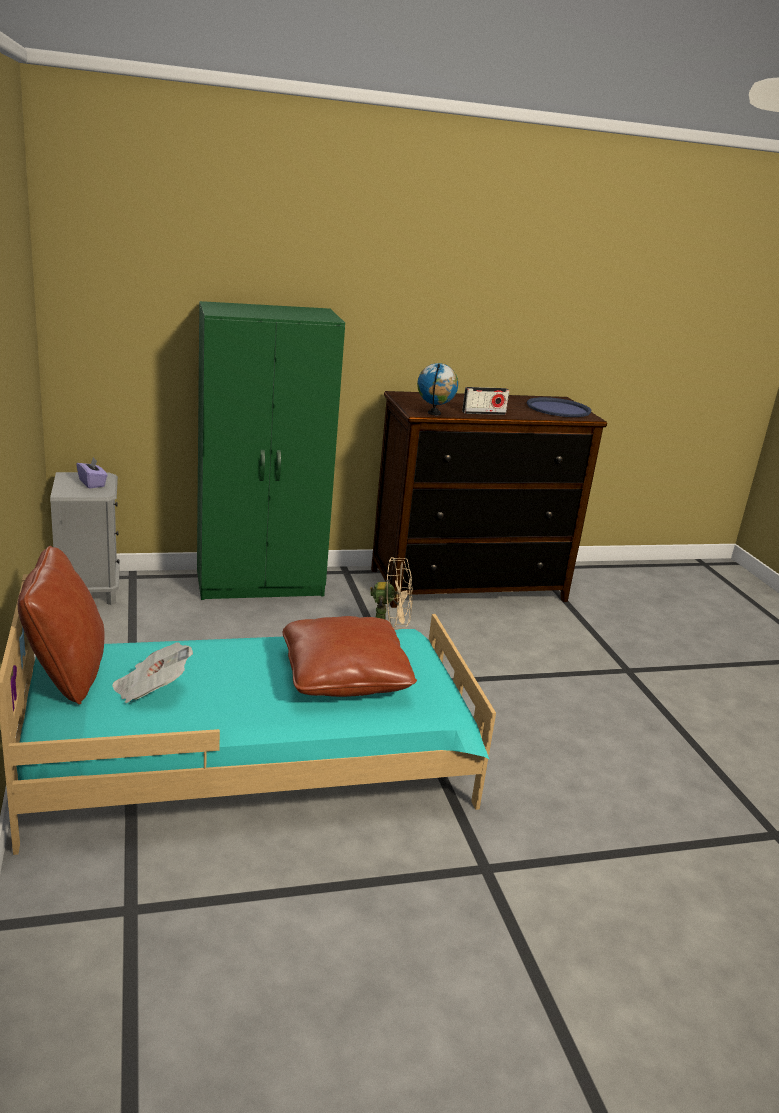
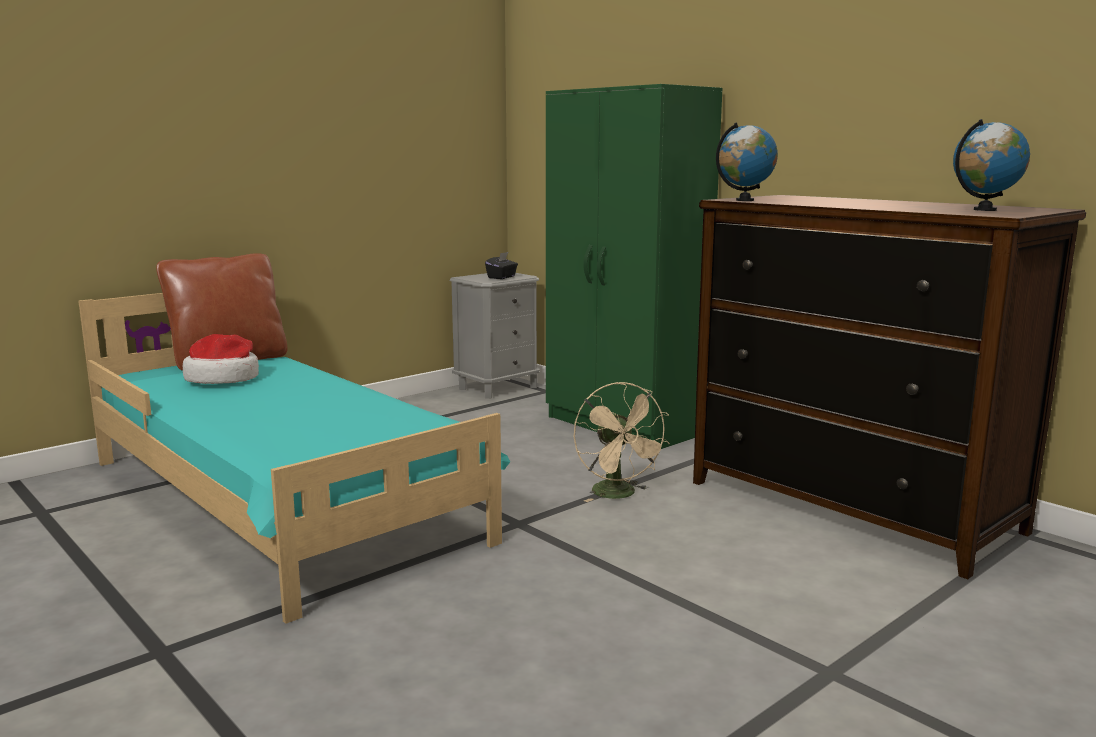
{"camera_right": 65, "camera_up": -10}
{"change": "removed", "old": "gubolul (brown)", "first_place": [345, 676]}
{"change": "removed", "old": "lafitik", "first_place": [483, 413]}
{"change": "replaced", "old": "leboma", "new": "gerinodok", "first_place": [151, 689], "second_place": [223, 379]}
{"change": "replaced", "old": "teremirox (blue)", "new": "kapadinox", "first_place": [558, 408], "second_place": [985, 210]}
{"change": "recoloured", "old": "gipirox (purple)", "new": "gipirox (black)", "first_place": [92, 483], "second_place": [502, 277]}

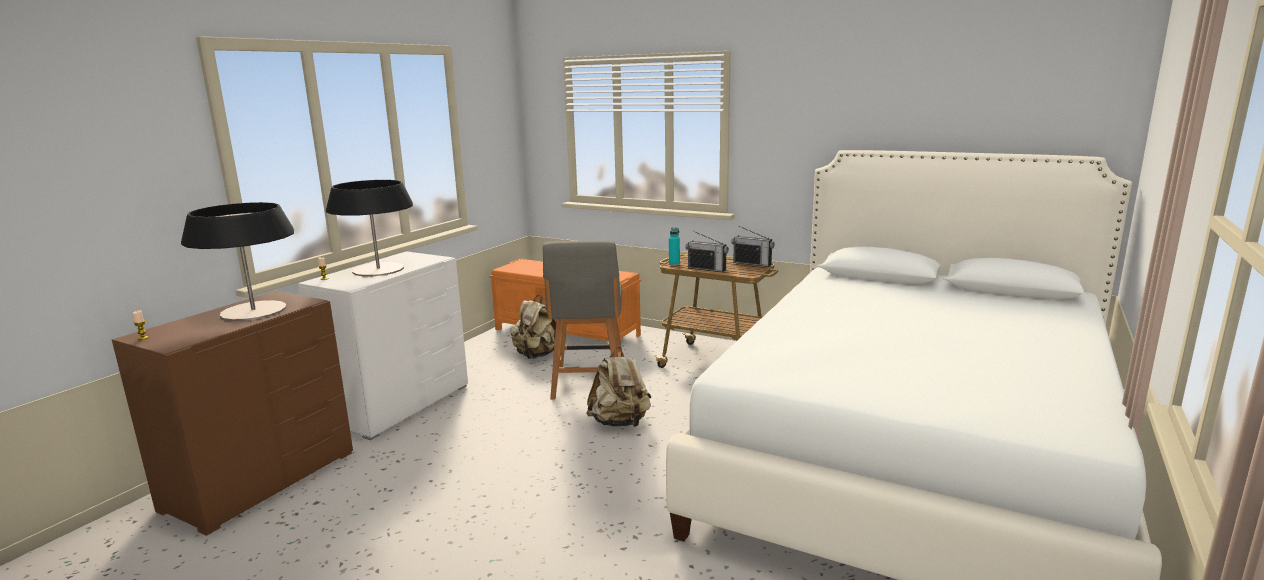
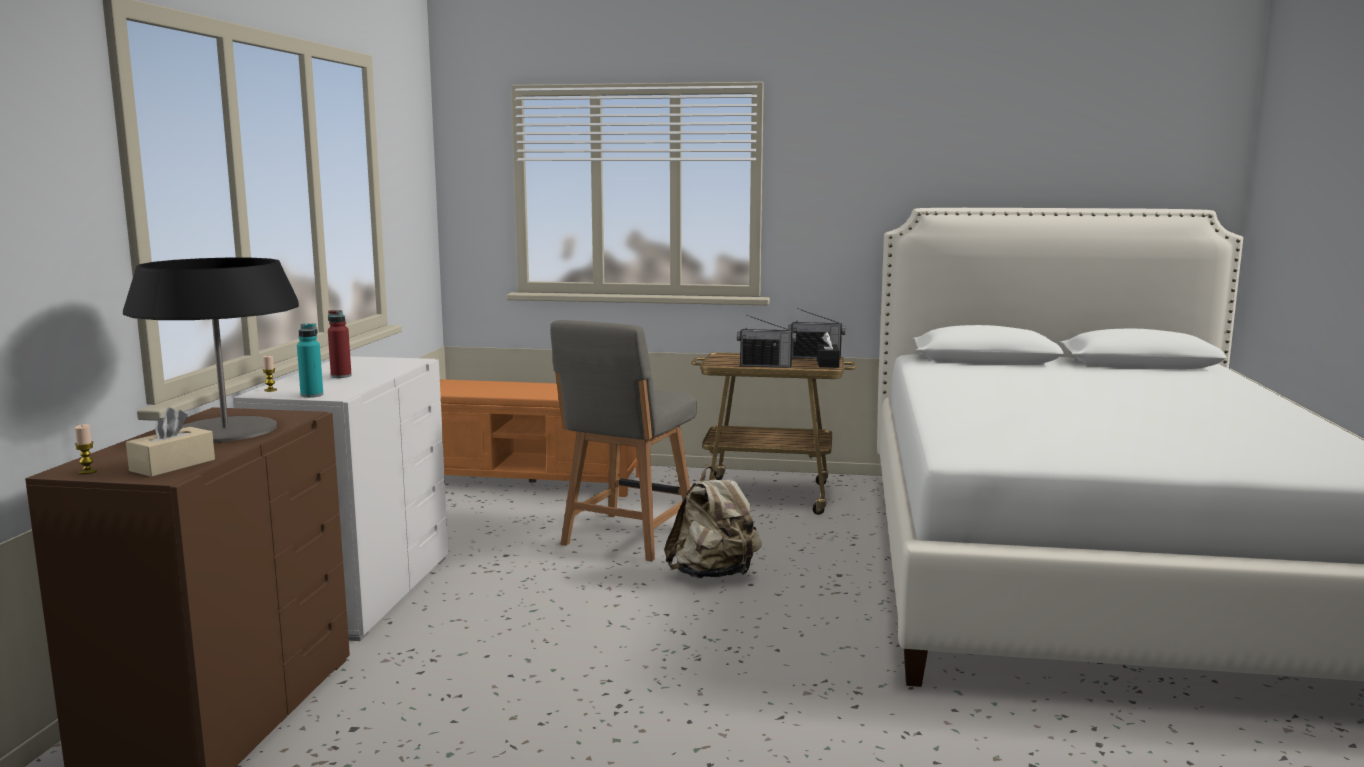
{"camera_right": -20, "camera_up": -5}
{"change": "removed", "old": "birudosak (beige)", "first_place": [536, 355]}
{"change": "added", "new": "gipirox (beige)", "second_place": [172, 465]}
{"change": "added", "new": "gipirox (black)", "second_place": [827, 363]}
{"change": "moved", "old": "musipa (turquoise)", "first_place": [674, 264], "second_place": [312, 395]}
{"change": "replaced", "old": "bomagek", "new": "musipa (red)", "first_place": [378, 269], "second_place": [341, 376]}
{"change": "turned", "old": "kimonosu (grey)", "first_place": [589, 385], "second_place": [627, 538], "degrees": 45}

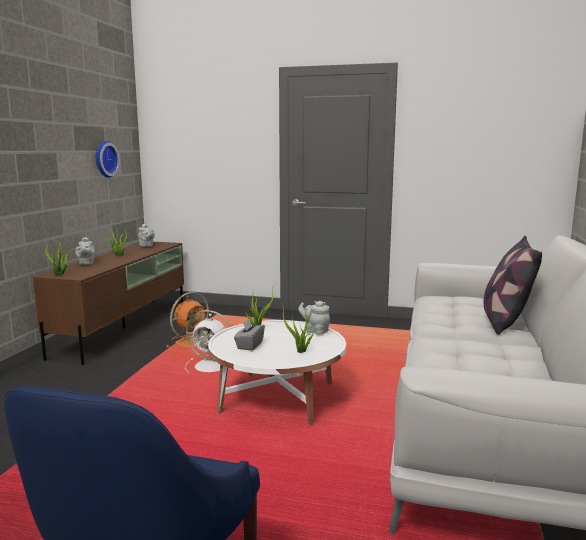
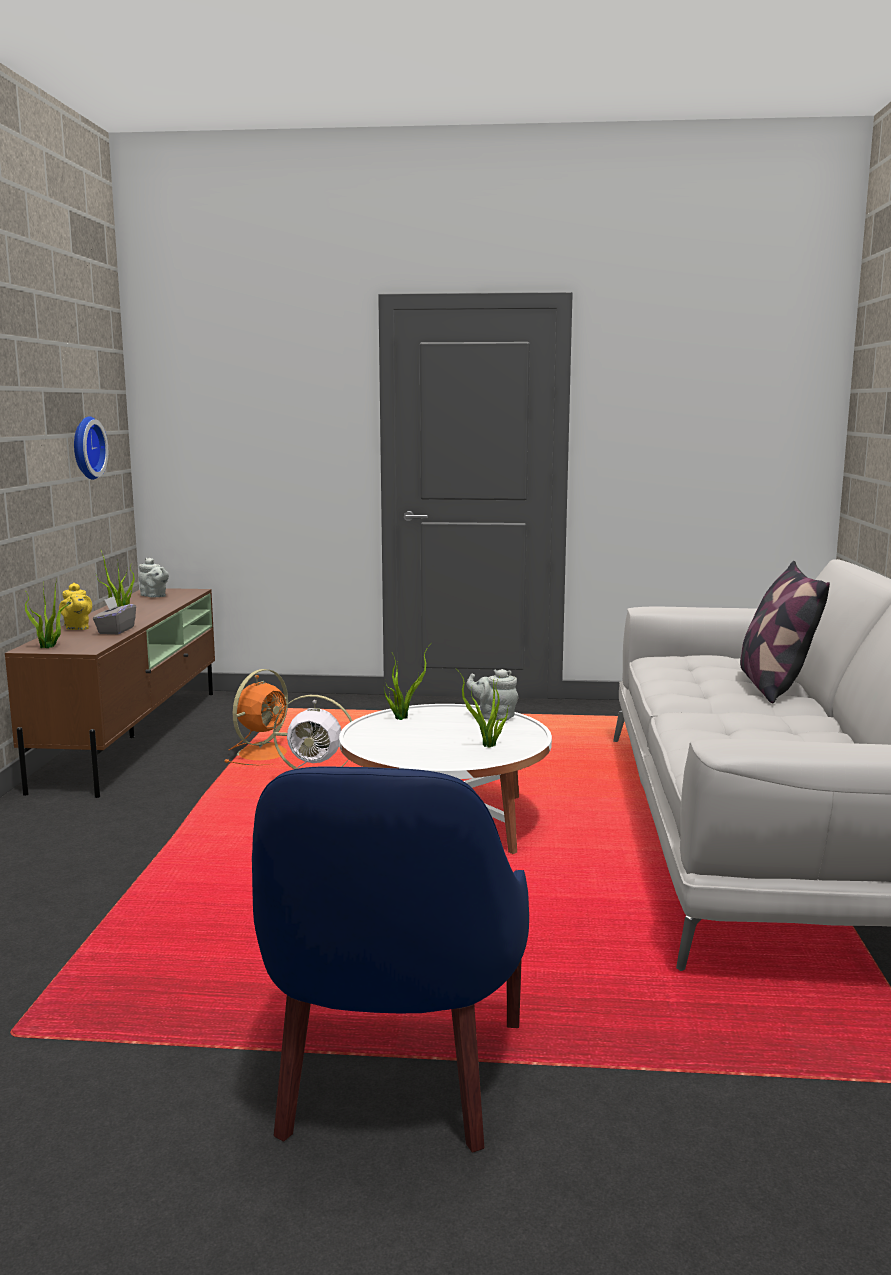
{"camera_right": -10, "camera_up": 0}
{"change": "moved", "old": "gipirox (grey)", "first_place": [249, 345], "second_place": [115, 631]}
{"change": "recoloured", "old": "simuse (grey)", "new": "simuse (yellow)", "first_place": [86, 263], "second_place": [77, 628]}

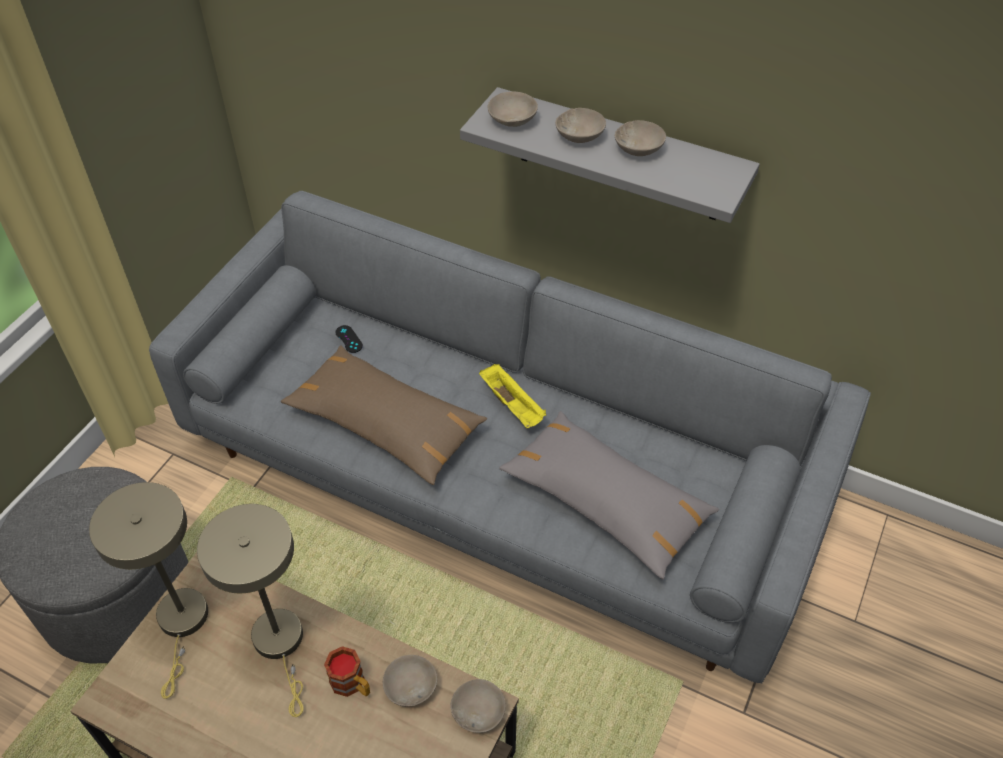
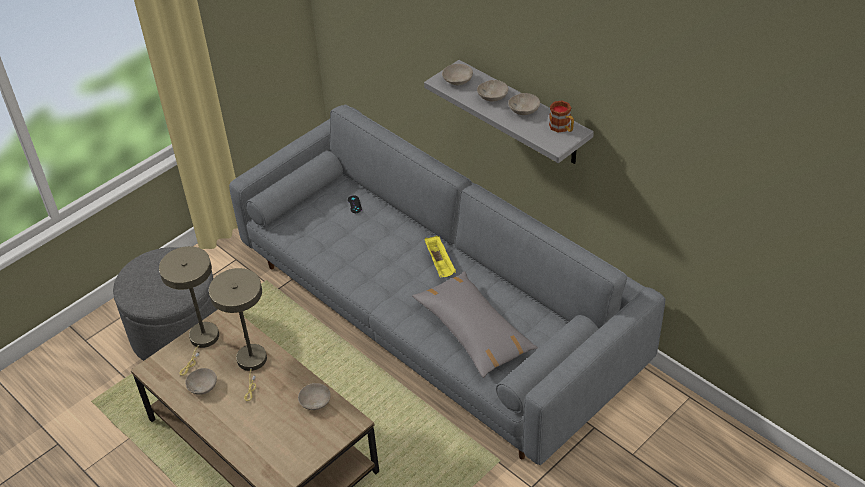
{"camera_right": 20, "camera_up": -5}
{"change": "removed", "old": "gubolul (brown)", "first_place": [385, 424]}
{"change": "moved", "old": "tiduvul", "first_place": [352, 684], "second_place": [562, 128]}
{"change": "moved", "old": "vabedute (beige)", "first_place": [480, 711], "second_place": [204, 386]}

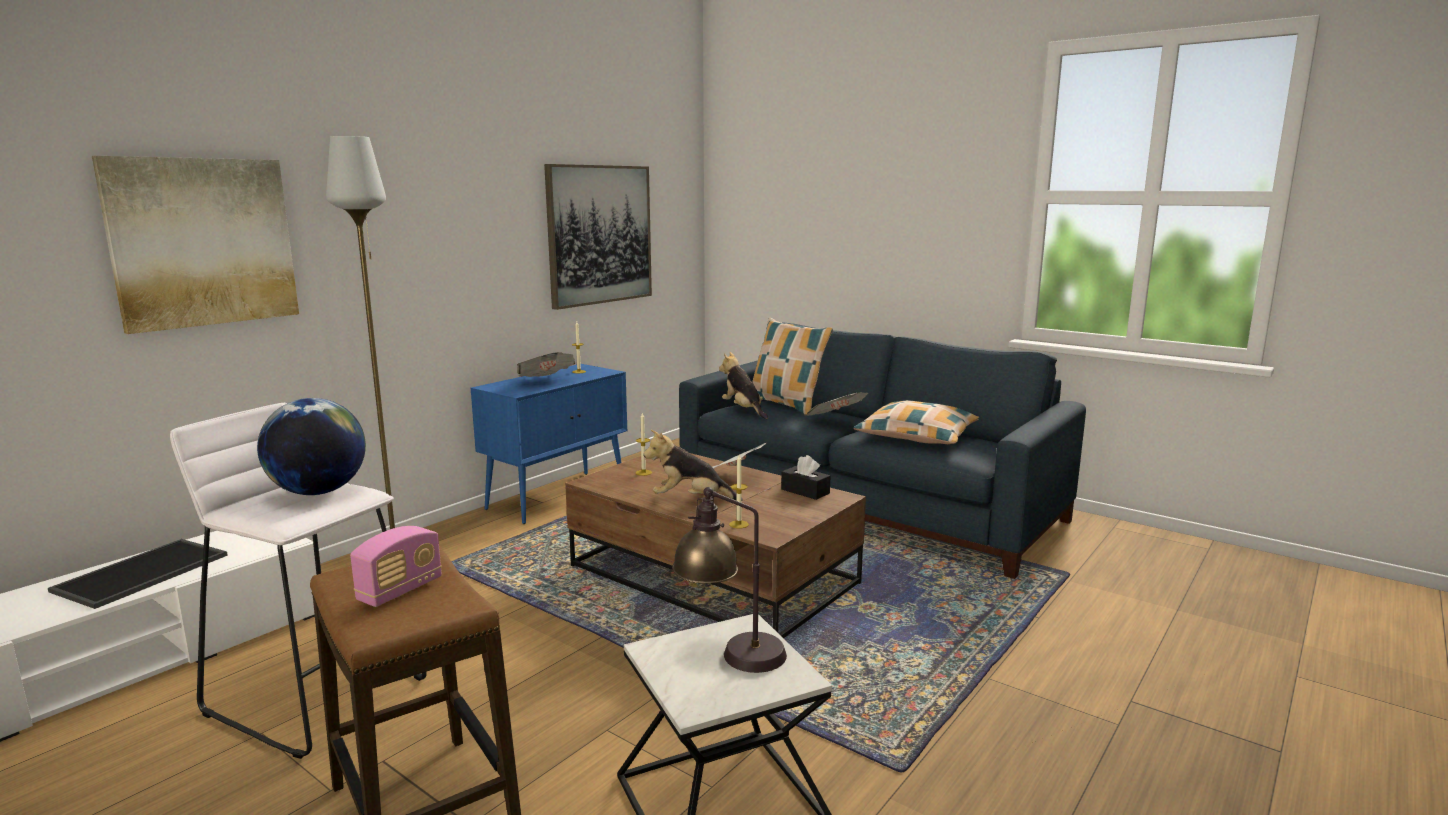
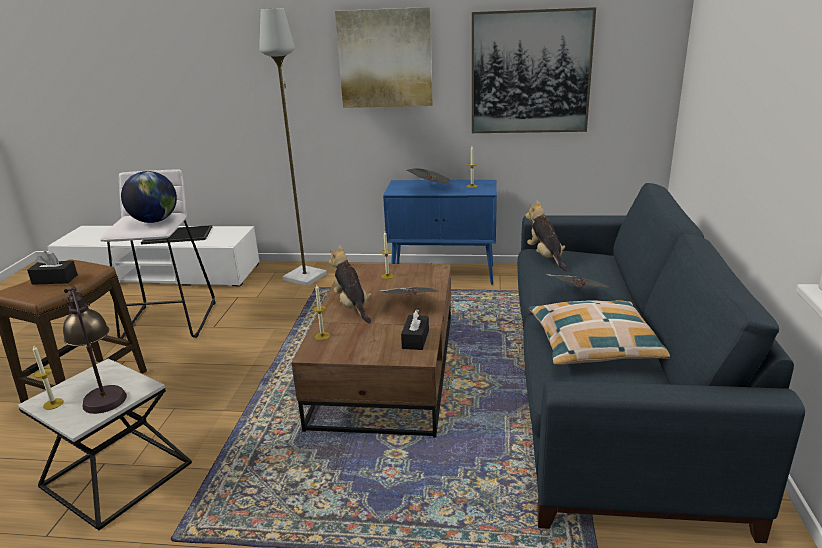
{"camera_right": 60, "camera_up": 10}
{"change": "removed", "old": "gubolul", "first_place": [786, 405]}
{"change": "added", "new": "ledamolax", "second_place": [53, 404]}
{"change": "moved", "old": "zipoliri", "first_place": [203, 242], "second_place": [385, 58]}
{"change": "replaced", "old": "lafitik", "new": "gipirox (black)", "first_place": [400, 590], "second_place": [55, 279]}
{"change": "turned", "old": "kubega", "first_place": [743, 410], "second_place": [546, 257], "degrees": -45}

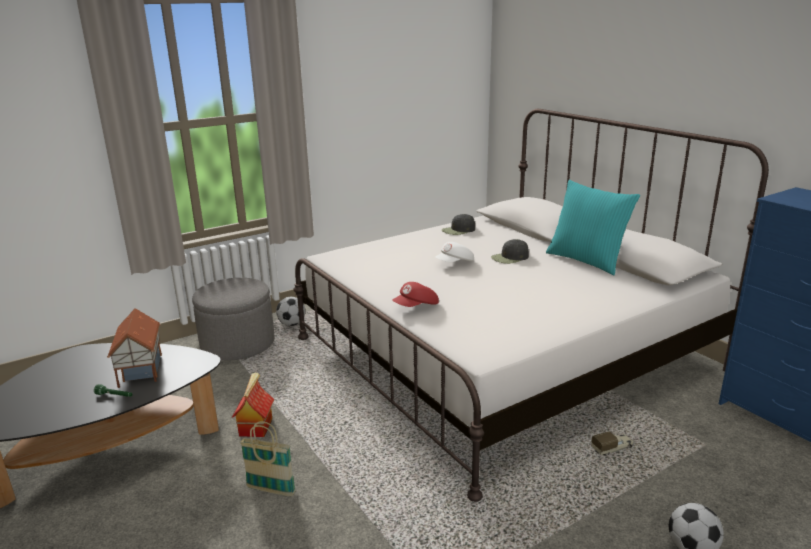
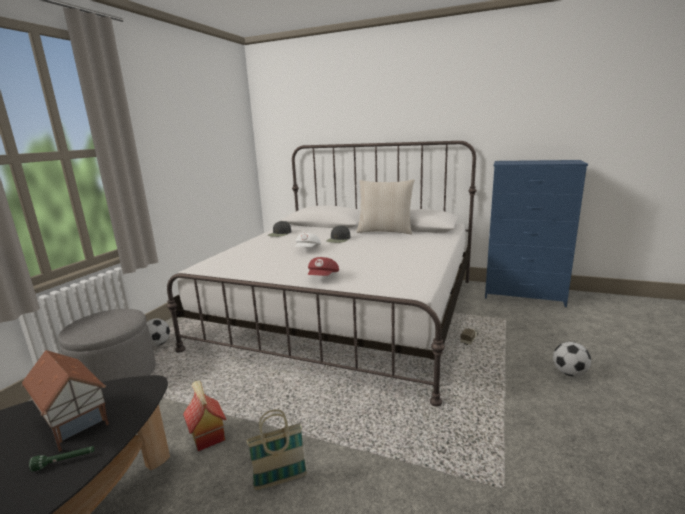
{"camera_right": -35, "camera_up": -5}
{"change": "recoloured", "old": "gubolul (turquoise)", "new": "gubolul (beige)", "first_place": [587, 260], "second_place": [385, 231]}

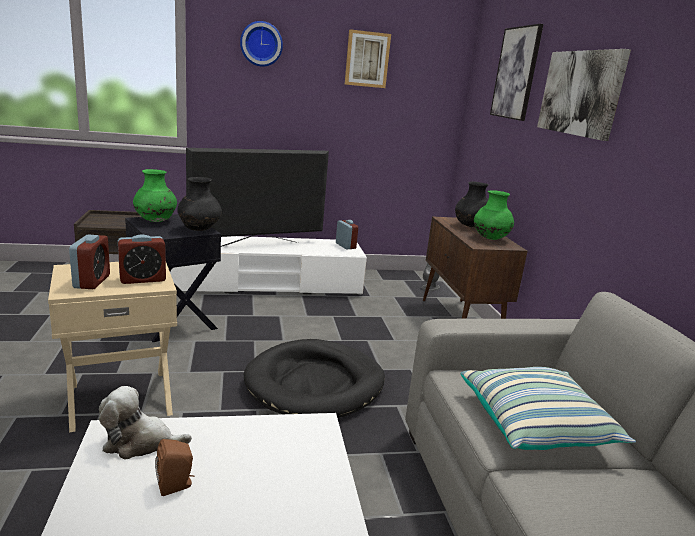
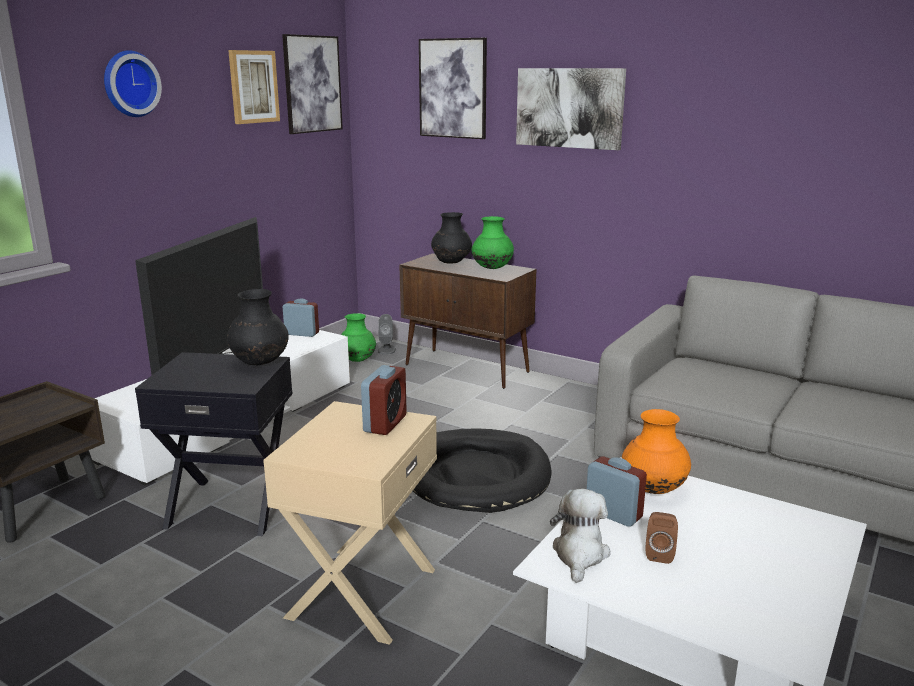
{"camera_right": -45, "camera_up": 0}
{"change": "removed", "old": "gubolul", "first_place": [536, 425]}
{"change": "added", "new": "zipoliri", "second_place": [312, 84]}
{"change": "added", "new": "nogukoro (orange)", "second_place": [653, 489]}
{"change": "moved", "old": "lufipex", "first_place": [92, 281], "second_place": [613, 514]}
{"change": "moved", "old": "nogukoro (green)", "first_place": [156, 221], "second_place": [357, 360]}
{"change": "turned", "old": "kubega", "first_place": [140, 442], "second_place": [579, 554], "degrees": 150}

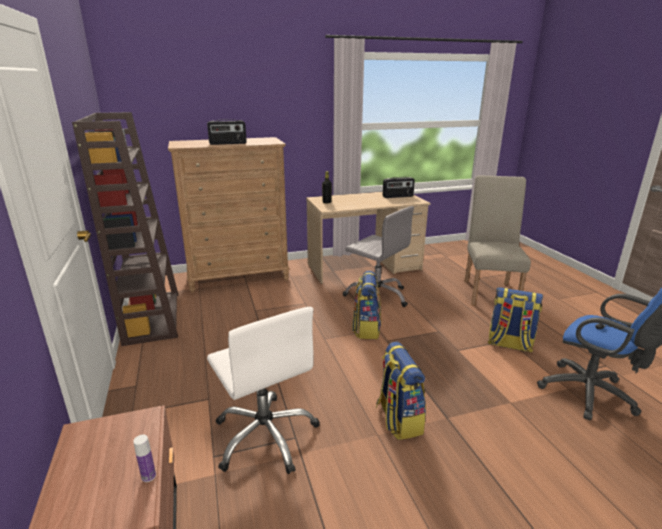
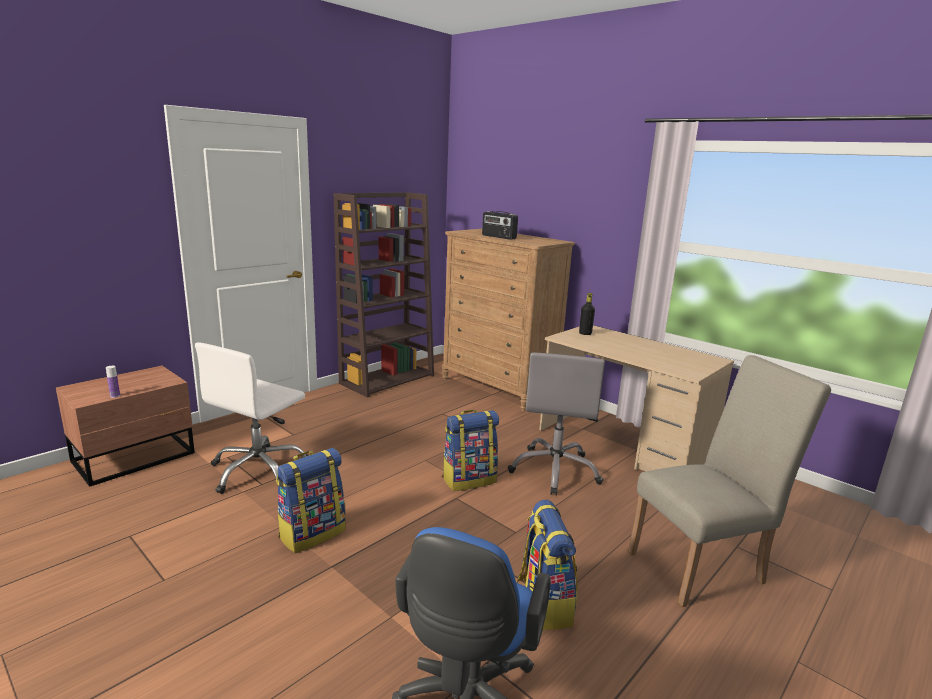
{"camera_right": 60, "camera_up": -5}
{"change": "removed", "old": "lafitik", "first_place": [398, 196]}

